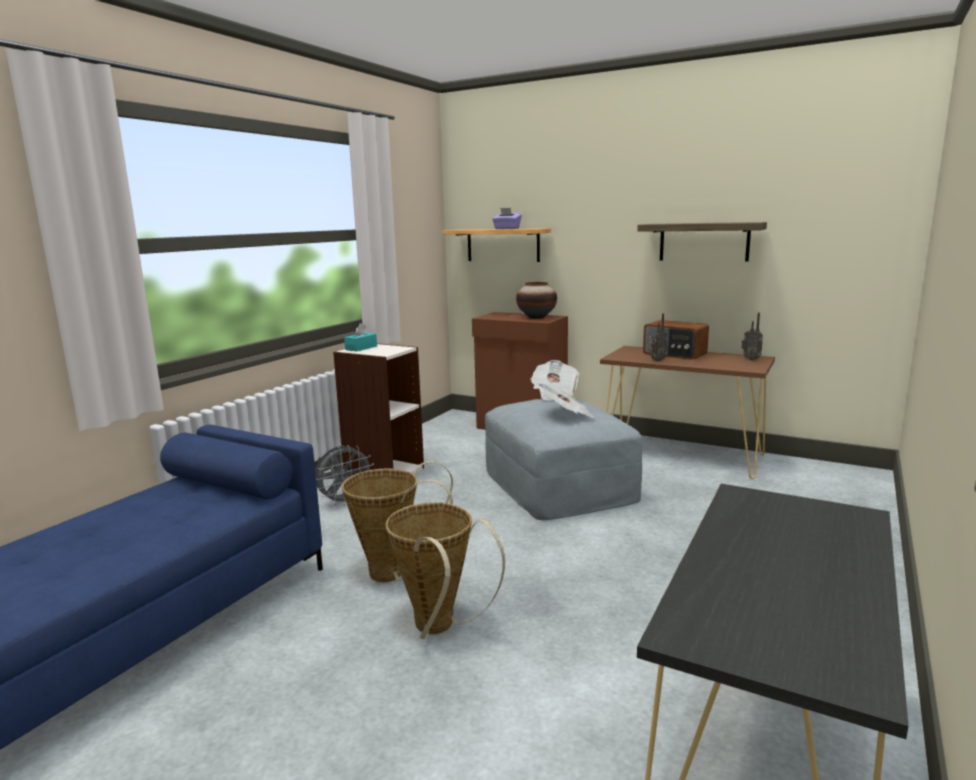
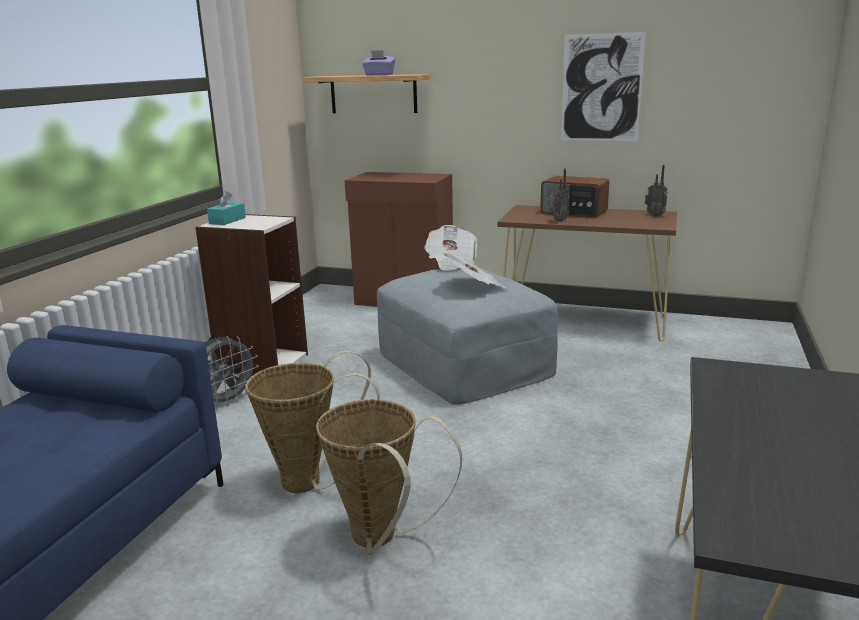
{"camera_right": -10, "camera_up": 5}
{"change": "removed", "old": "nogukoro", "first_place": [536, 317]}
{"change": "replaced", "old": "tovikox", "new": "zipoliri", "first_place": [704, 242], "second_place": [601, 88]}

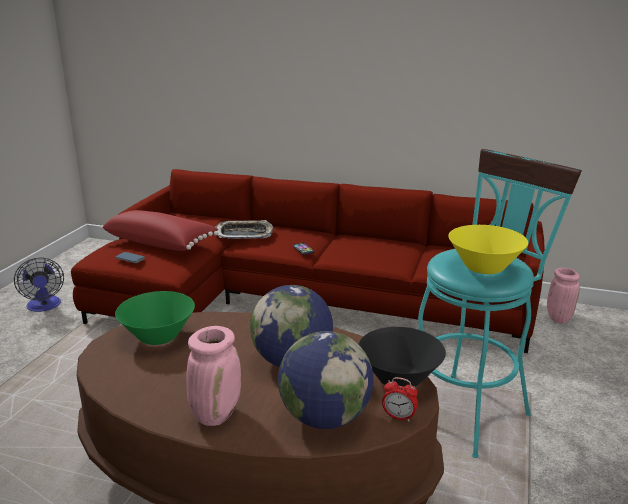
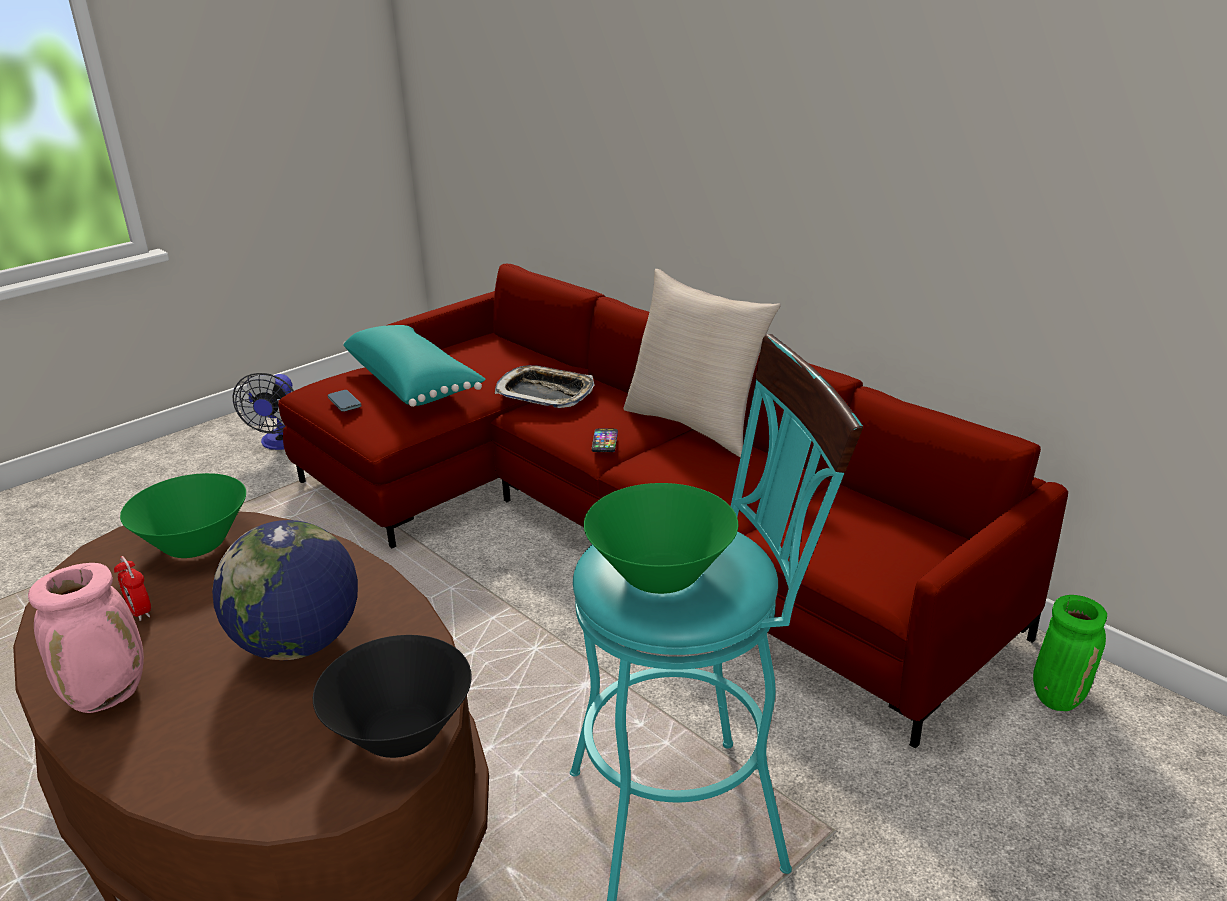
{"camera_right": 30, "camera_up": 5}
{"change": "removed", "old": "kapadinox", "first_place": [325, 418]}
{"change": "added", "new": "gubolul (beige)", "second_place": [695, 424]}
{"change": "moved", "old": "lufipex", "first_place": [399, 417], "second_place": [140, 612]}
{"change": "recoloured", "old": "gubolul (red)", "new": "gubolul (turquoise)", "first_place": [161, 242], "second_place": [413, 384]}
{"change": "recoloured", "old": "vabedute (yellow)", "new": "vabedute (green)", "first_place": [484, 268], "second_place": [661, 575]}
{"change": "recoloured", "old": "nogukoro (pink)", "new": "nogukoro (green)", "first_place": [558, 318], "second_place": [1058, 696]}

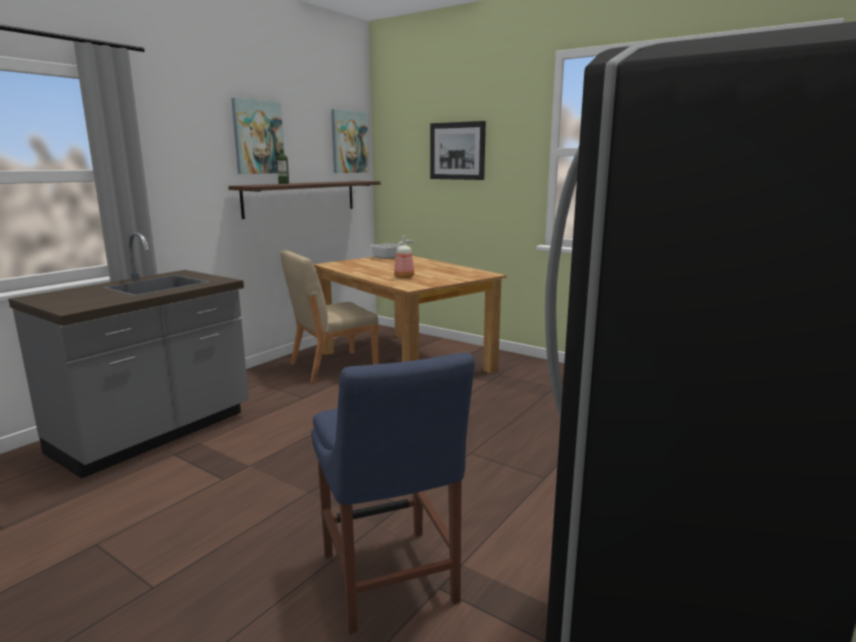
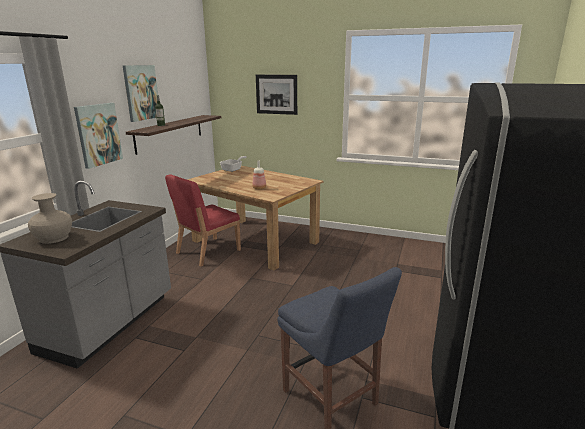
{"camera_right": -15, "camera_up": 5}
{"change": "added", "new": "nogukoro (beige)", "second_place": [54, 238]}
{"change": "moved", "old": "zipoliri", "first_place": [349, 142], "second_place": [98, 134]}
{"change": "recoloured", "old": "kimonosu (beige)", "new": "kimonosu (red)", "first_place": [332, 366], "second_place": [207, 251]}

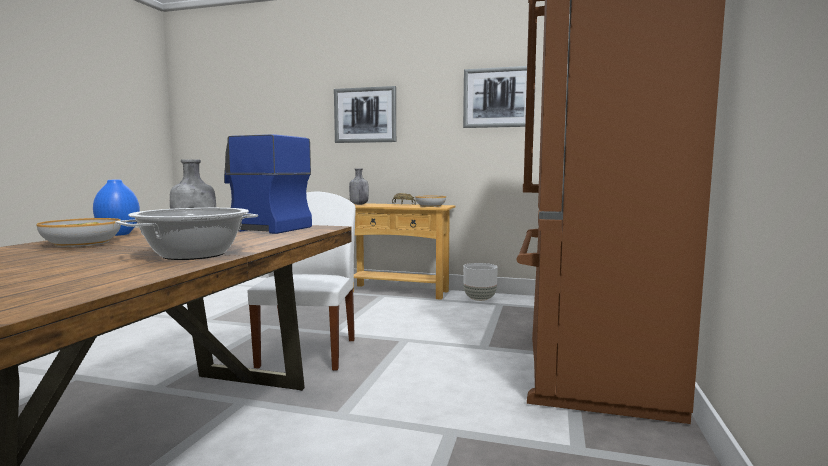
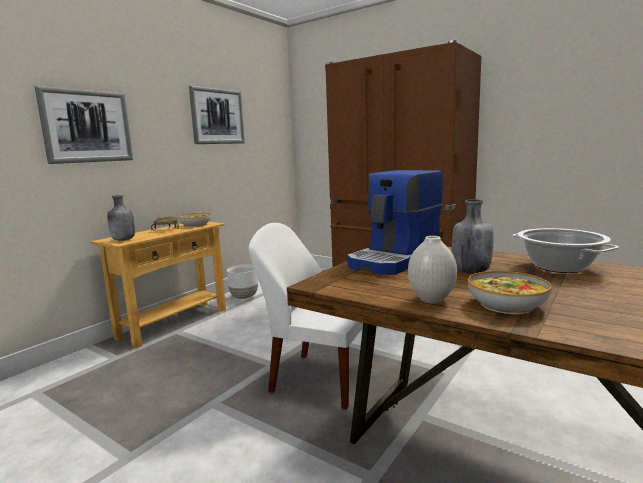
{"camera_right": -70, "camera_up": 5}
{"change": "recoloured", "old": "nogukoro (blue)", "new": "nogukoro (white)", "first_place": [119, 234], "second_place": [431, 299]}

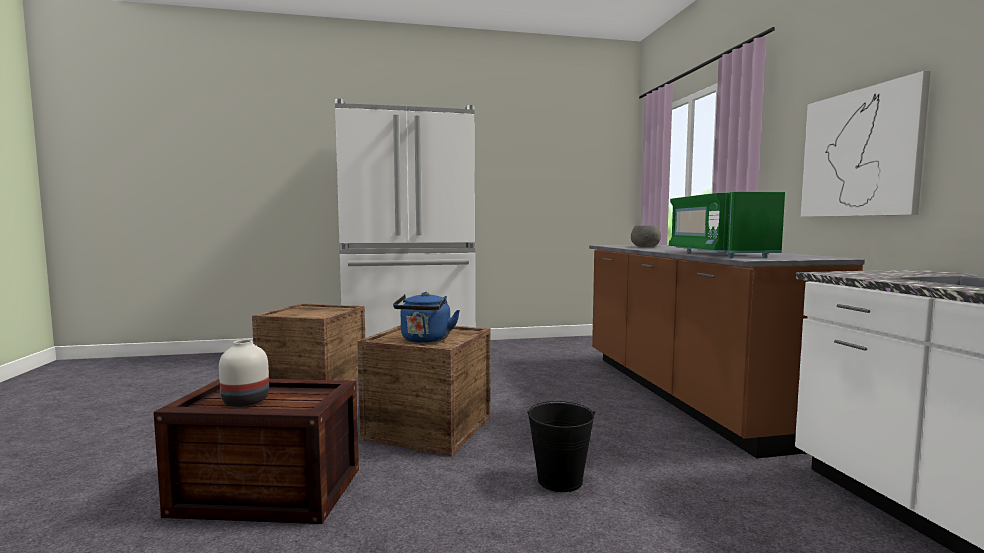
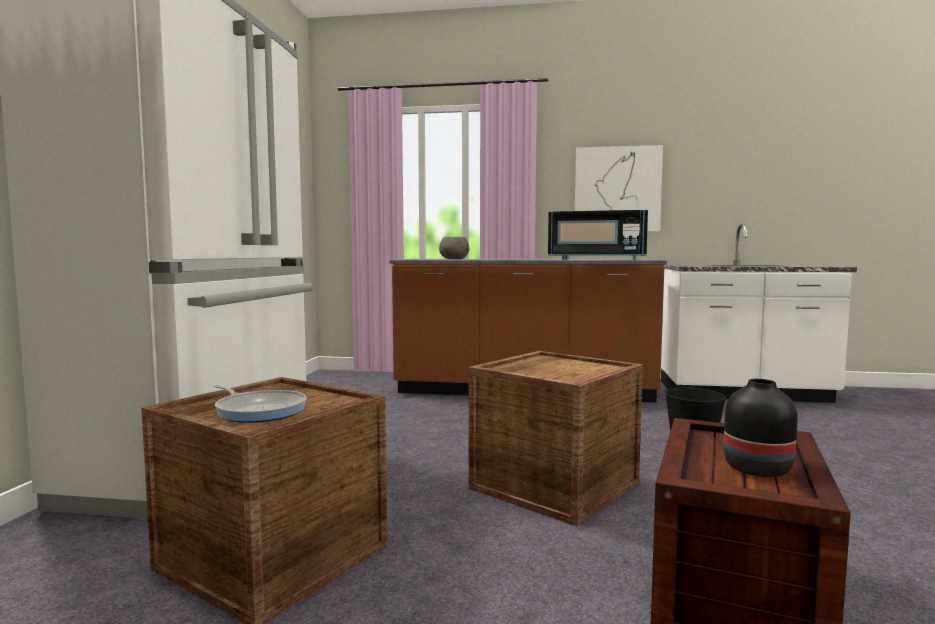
{"camera_right": -70, "camera_up": 0}
{"change": "removed", "old": "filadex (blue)", "first_place": [425, 340]}
{"change": "added", "new": "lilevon", "second_place": [259, 410]}
{"change": "recoloured", "old": "nogukoro (white)", "new": "nogukoro (black)", "first_place": [244, 401], "second_place": [757, 469]}
{"change": "recoloured", "old": "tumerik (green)", "new": "tumerik (black)", "first_place": [718, 254], "second_place": [596, 259]}

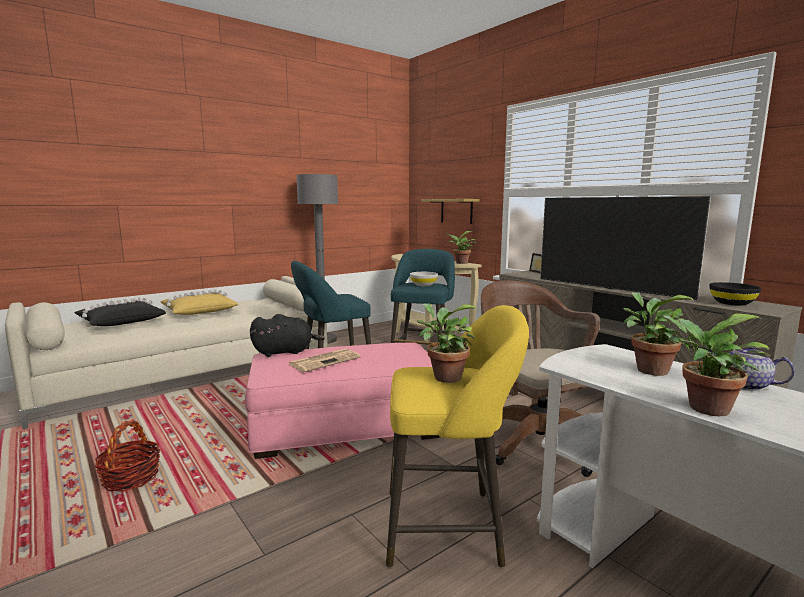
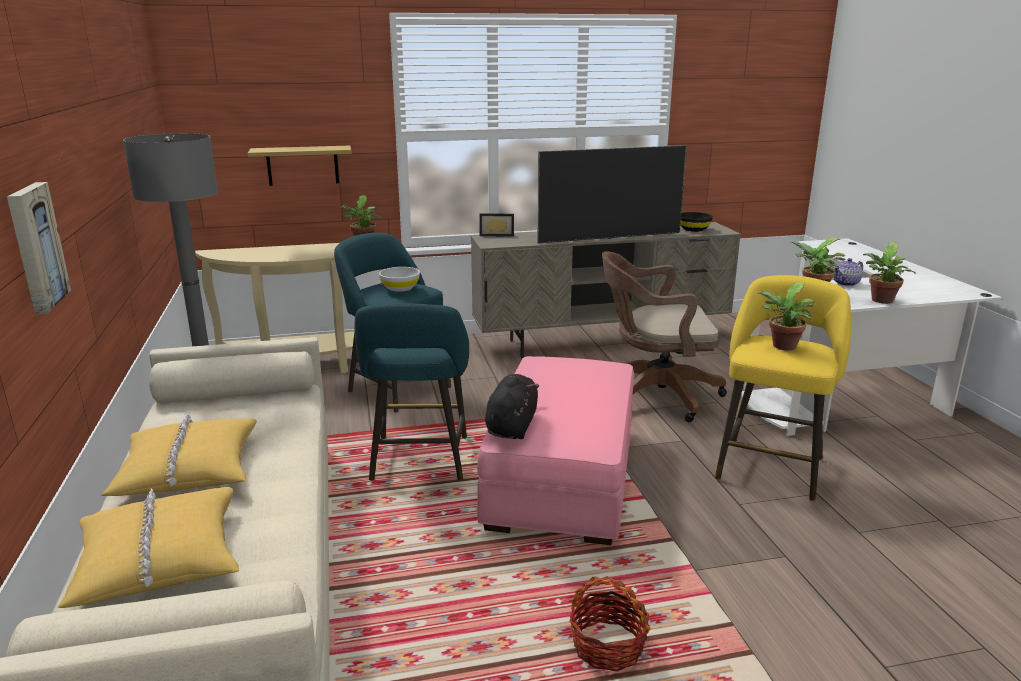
{"camera_right": -65, "camera_up": 10}
{"change": "removed", "old": "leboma", "first_place": [325, 360]}
{"change": "added", "new": "zipoliri", "second_place": [35, 247]}
{"change": "recoloured", "old": "gubolul (black)", "new": "gubolul (yellow)", "first_place": [121, 321], "second_place": [159, 559]}

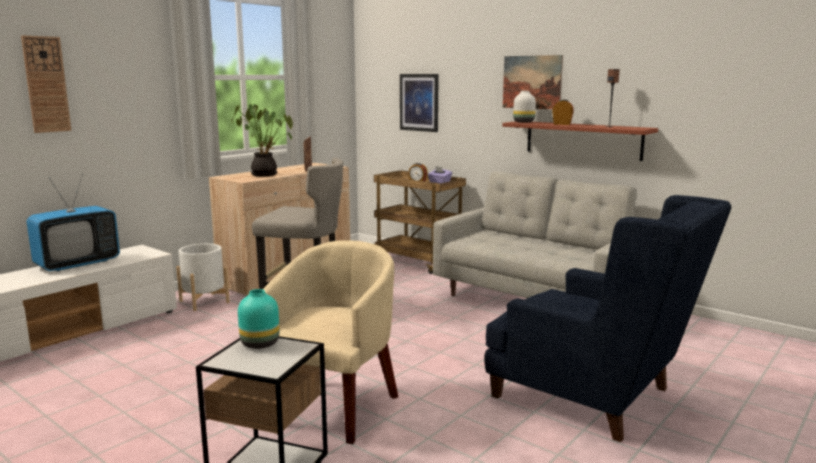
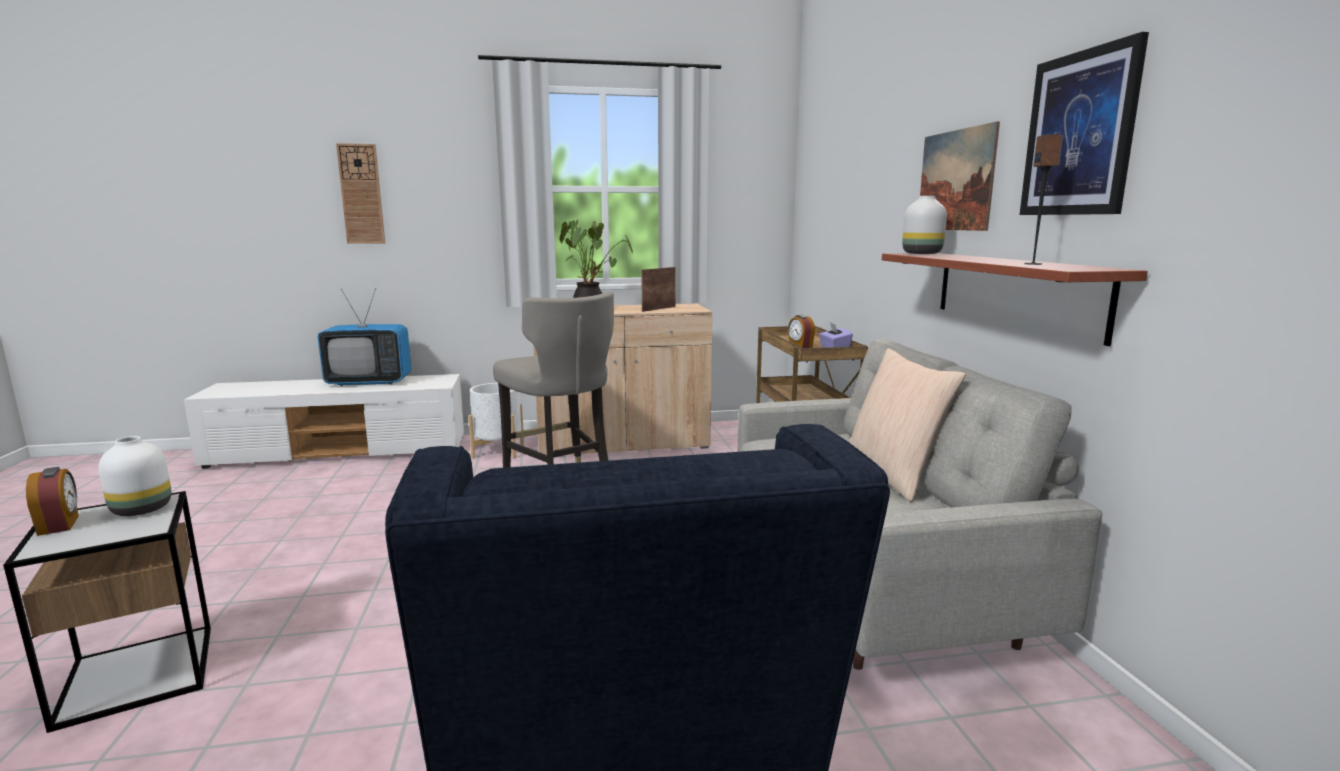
{"camera_right": 40, "camera_up": 0}
{"change": "removed", "old": "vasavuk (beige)", "first_place": [334, 406]}
{"change": "added", "new": "gubolul (beige)", "second_place": [893, 475]}
{"change": "moved", "old": "zipoliri", "first_place": [419, 102], "second_place": [1079, 134]}
{"change": "moved", "old": "lufipex", "first_place": [562, 124], "second_place": [60, 525]}
{"change": "recoloured", "old": "nogukoro (turquoise)", "new": "nogukoro (white)", "first_place": [261, 343], "second_place": [143, 509]}

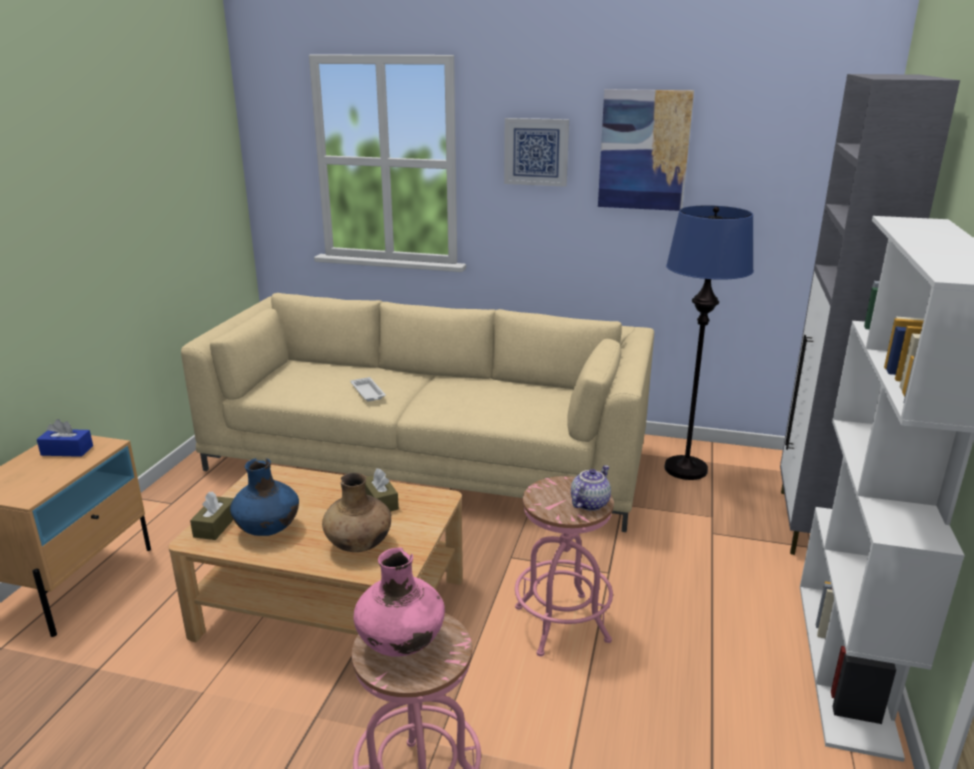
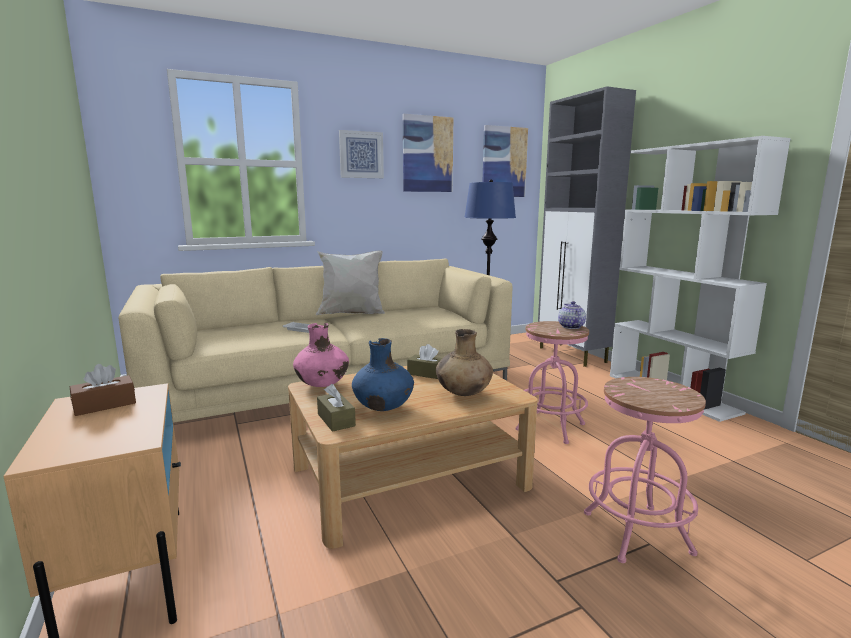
{"camera_right": -40, "camera_up": -10}
{"change": "added", "new": "gubolul (white)", "second_place": [352, 315]}
{"change": "added", "new": "zipoliri", "second_place": [504, 162]}
{"change": "moved", "old": "nogukoro (pink)", "first_place": [401, 643], "second_place": [322, 385]}
{"change": "recoloured", "old": "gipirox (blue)", "new": "gipirox (brown)", "first_place": [67, 450], "second_place": [105, 405]}

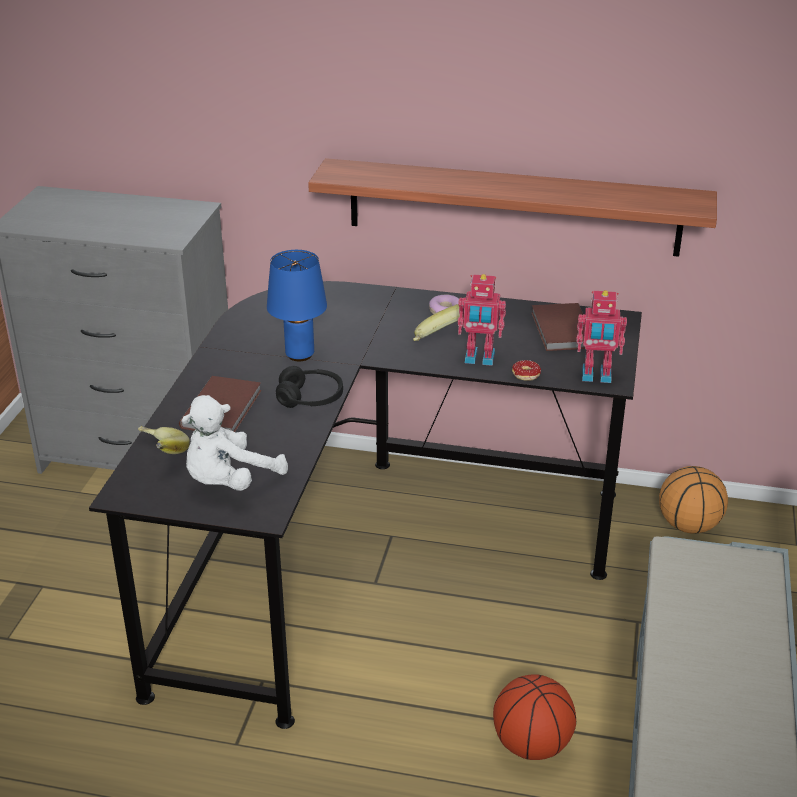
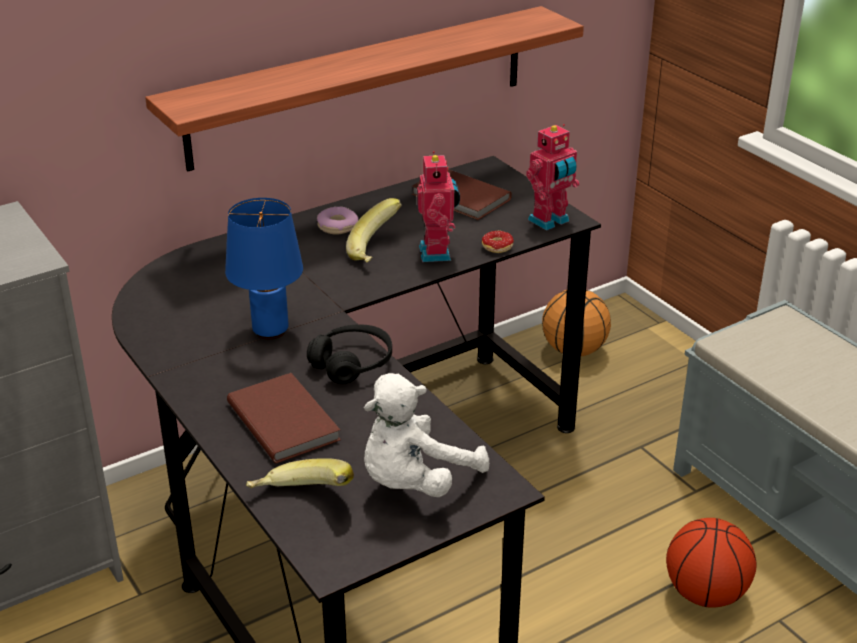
{"camera_right": -45, "camera_up": 0}
{"change": "turned", "old": "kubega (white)", "first_place": [229, 482], "second_place": [415, 482], "degrees": 45}
{"change": "turned", "old": "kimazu", "first_place": [479, 359], "second_place": [438, 253], "degrees": -60}

